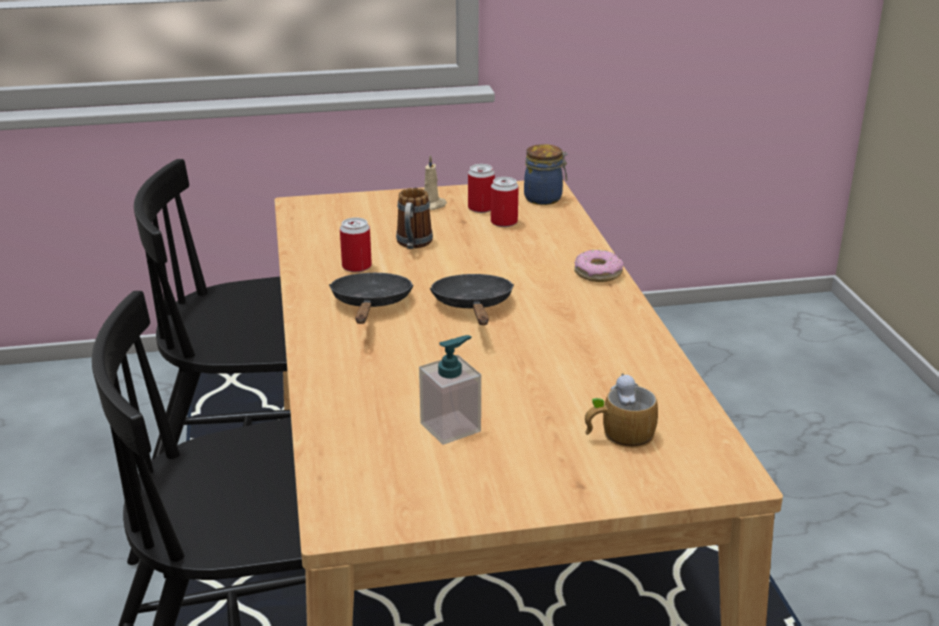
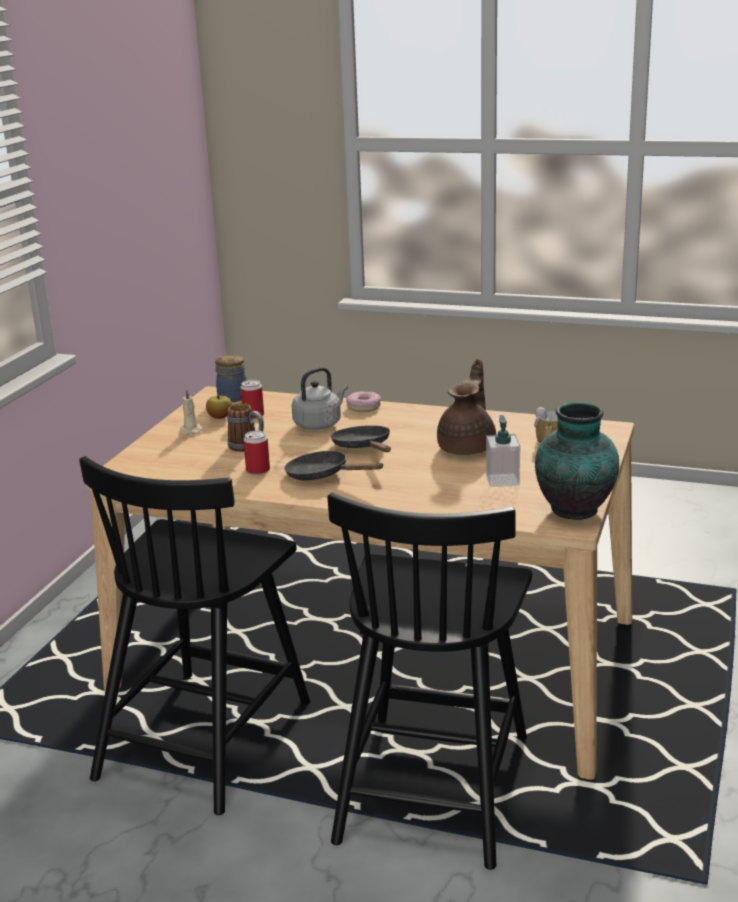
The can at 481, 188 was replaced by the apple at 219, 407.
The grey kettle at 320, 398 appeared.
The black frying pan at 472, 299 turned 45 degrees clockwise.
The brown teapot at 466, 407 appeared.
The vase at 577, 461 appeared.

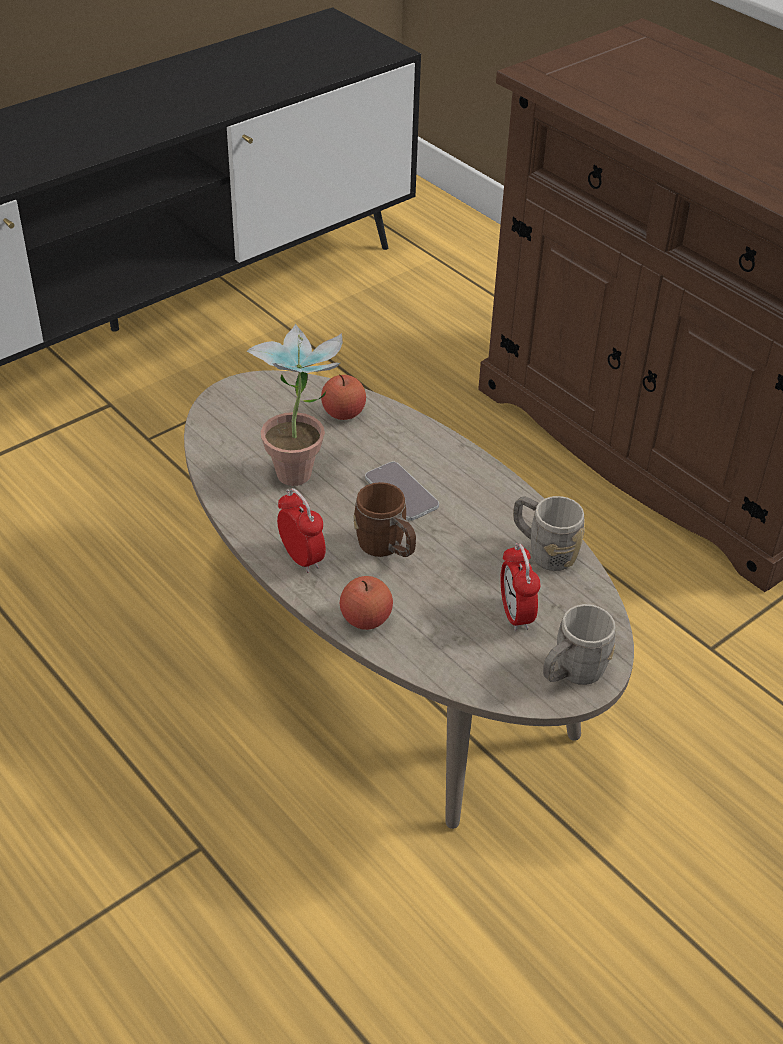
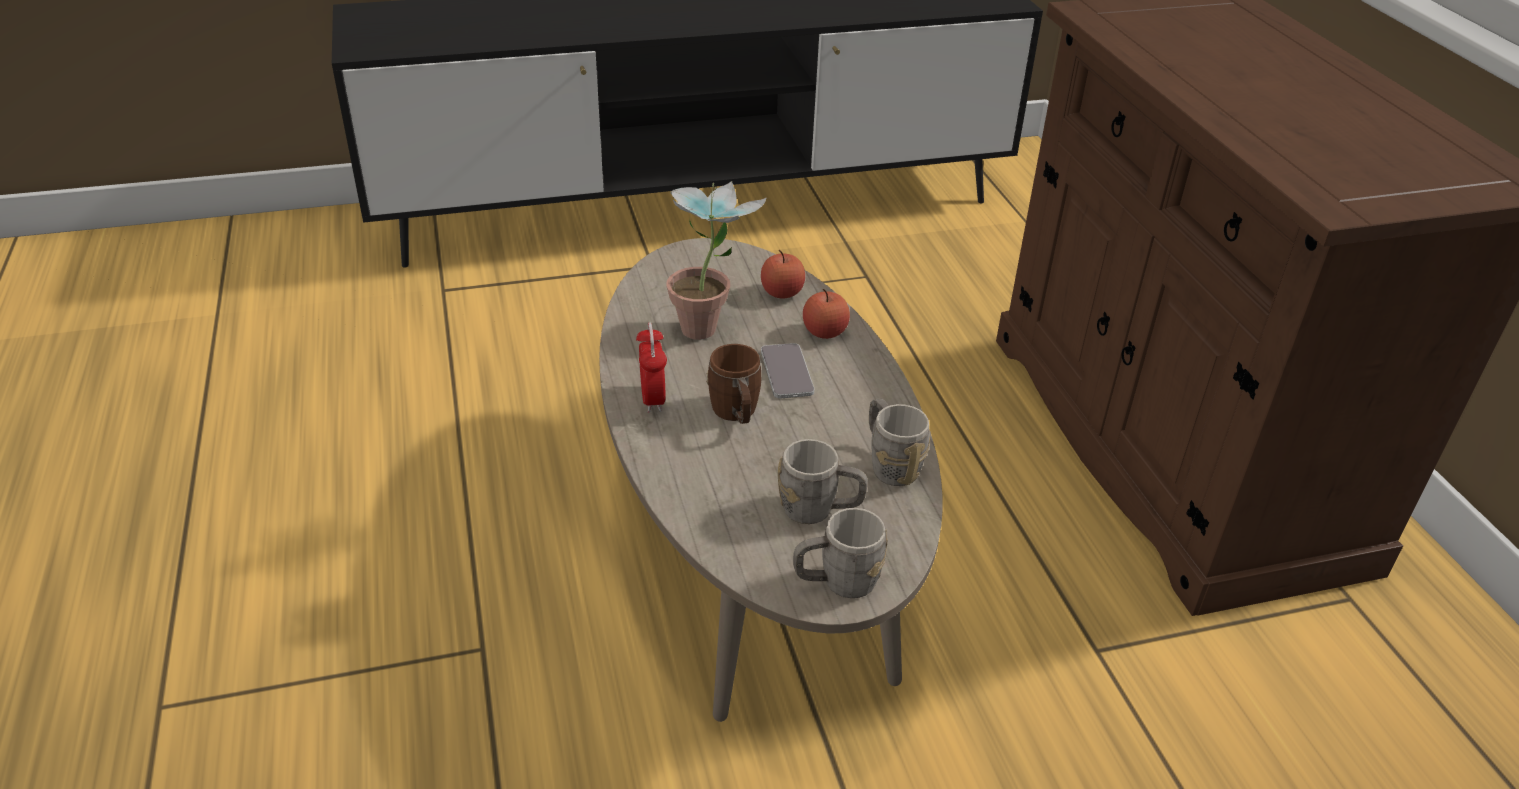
The alarm clock at 520, 587 was replaced by the grey mug at 823, 481.
The apple moved from 366, 603 to 826, 314.

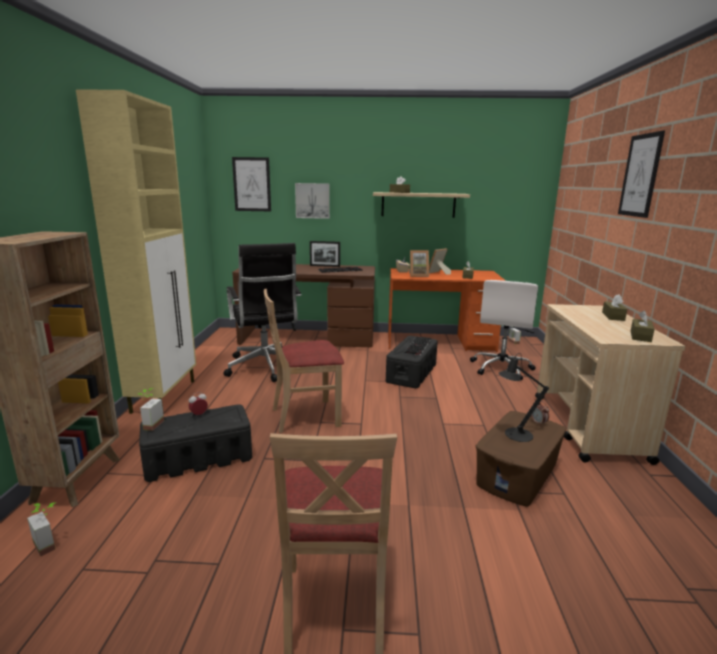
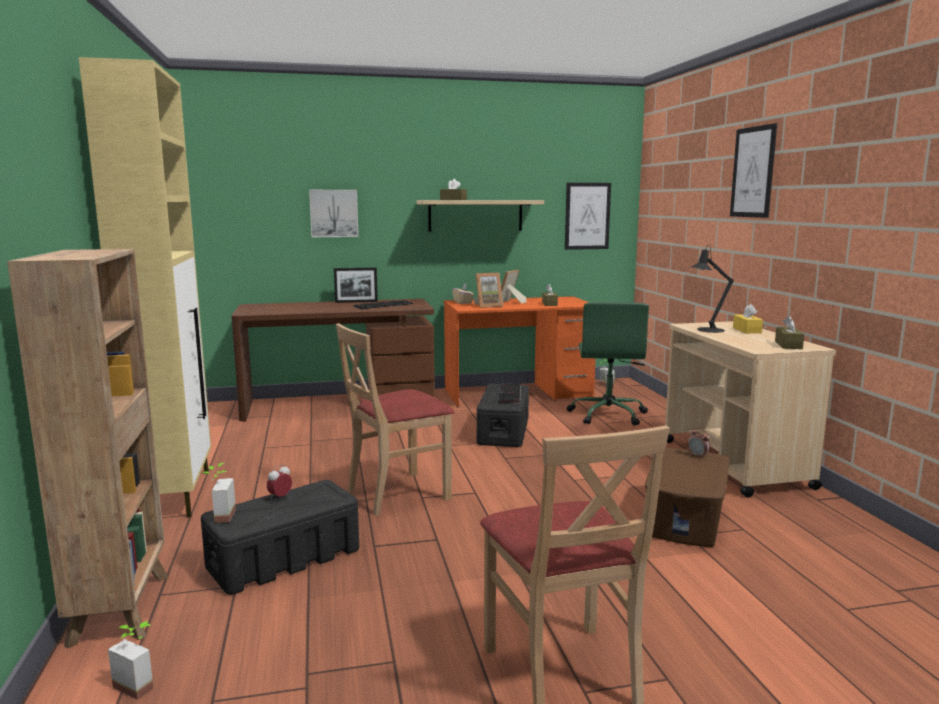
The picture moved from 251, 184 to 588, 216.
The white office chair at 504, 330 became the green office chair at 608, 364.
The black table lamp moved from 524, 397 to 713, 289.
The brown tissue box at 614, 307 became the yellow tissue box at 748, 318.
The black office chair at 262, 312 disappeared.

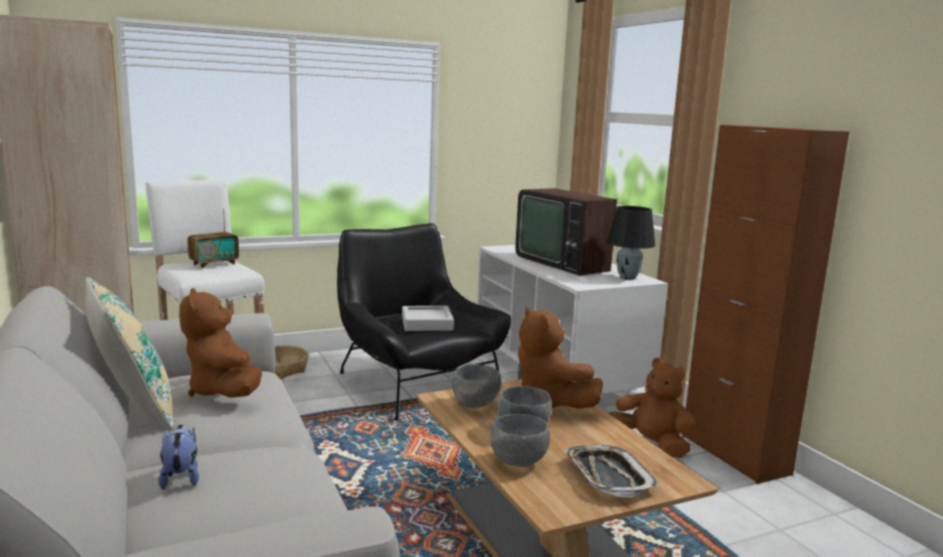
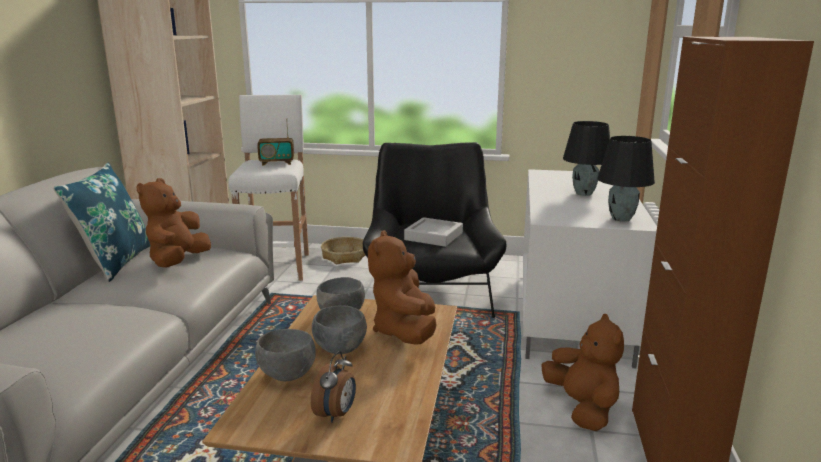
The beige pillow at 130, 354 became the blue pillow at 102, 222.
The tray at 611, 471 was replaced by the alarm clock at 333, 387.
The television at 566, 232 was replaced by the black table lamp at 586, 158.
The plush toy at 178, 457 disappeared.

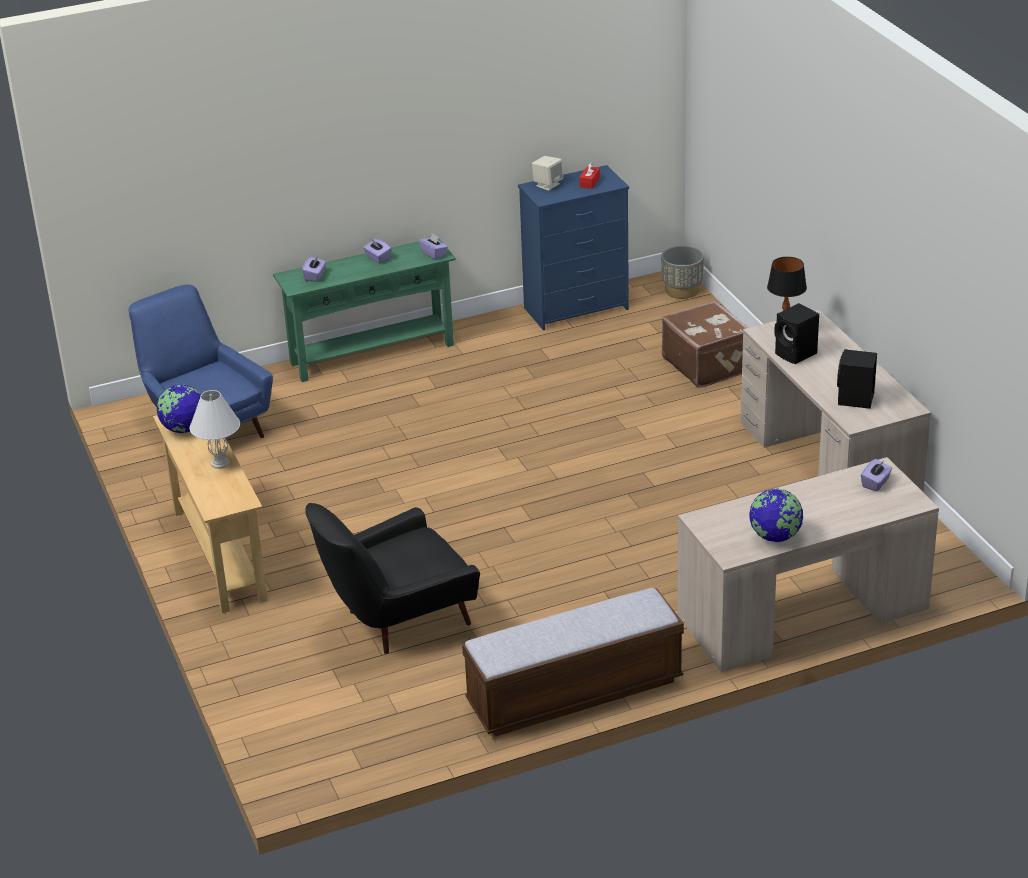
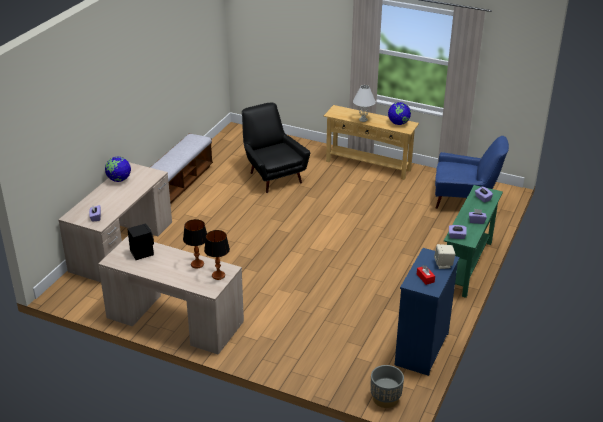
The black speaker at 796, 333 was replaced by the table lamp at 195, 244.
The black armchair at 392, 578 turned 45 degrees counterclockwise.
The brown suitcase at 705, 344 disappeared.

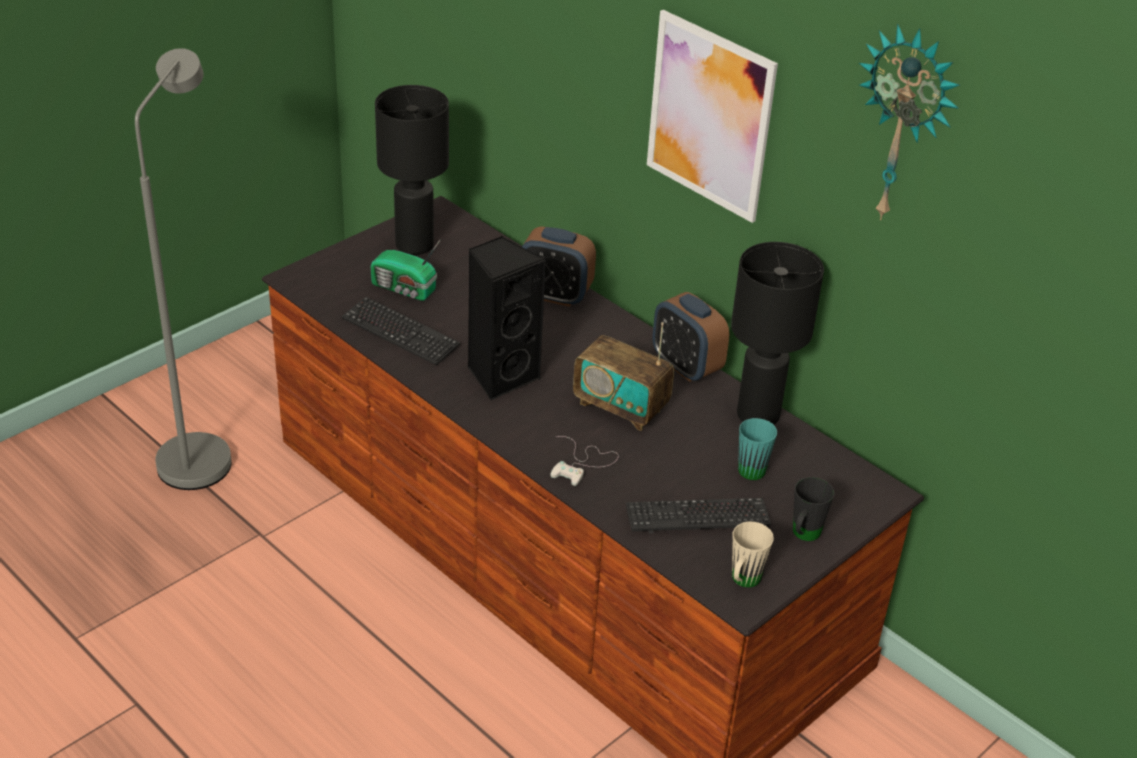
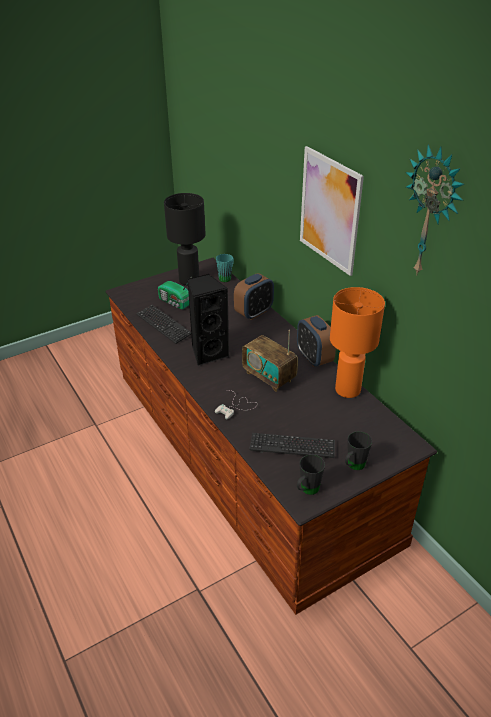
The turquoise mug moved from 757, 449 to 225, 268.
The alarm clock at 559, 266 turned 75 degrees counterclockwise.
The beige mug at 753, 555 became the black mug at 311, 474.
The black table lamp at 777, 333 became the orange table lamp at 357, 342.
The grey floor lamp at 183, 269 disappeared.

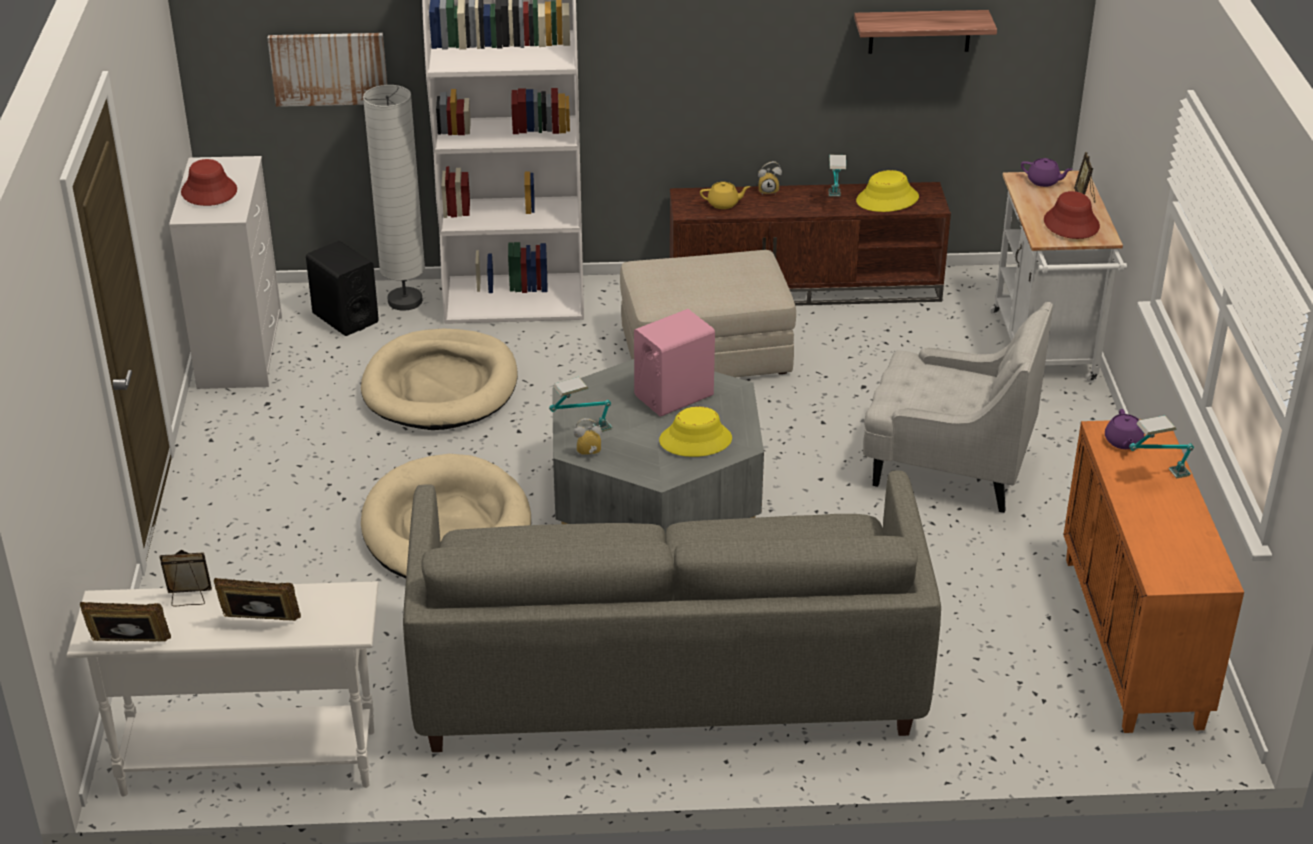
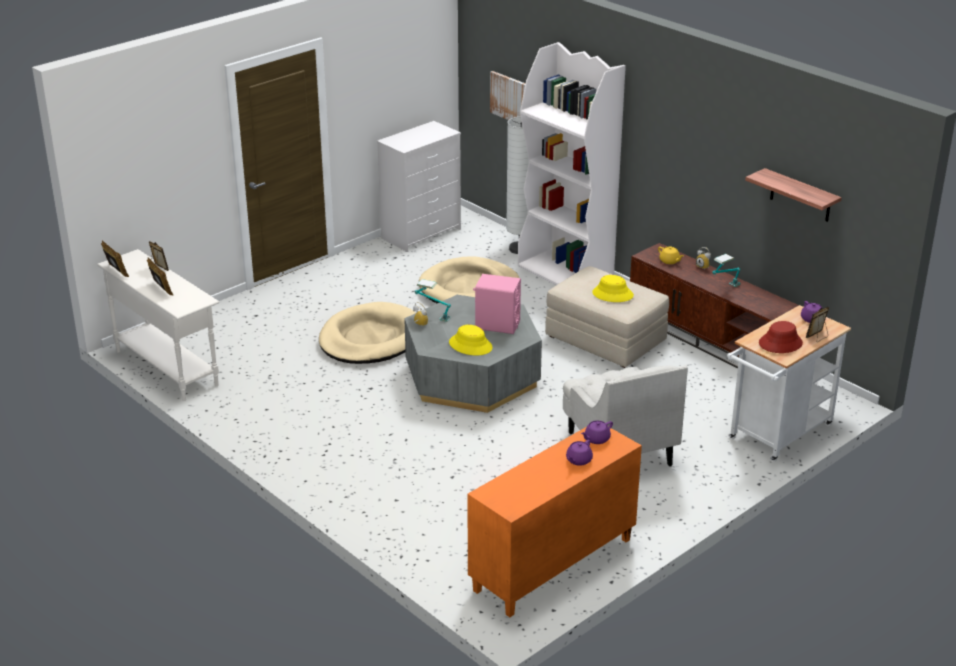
The table lamp at 1161, 446 was replaced by the purple teapot at 579, 453.
The yellow hat moved from 887, 191 to 613, 288.
The red hat at 209, 182 disappeared.
The black speaker at 342, 288 disappeared.
The grey sofa at 672, 611 disappeared.

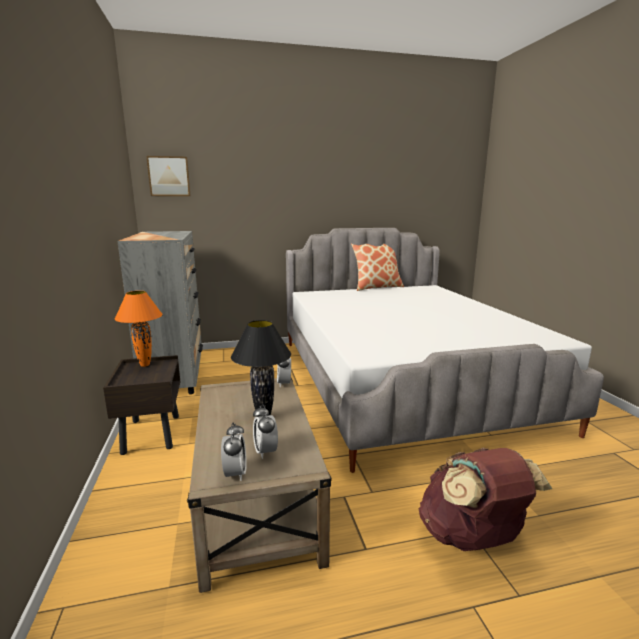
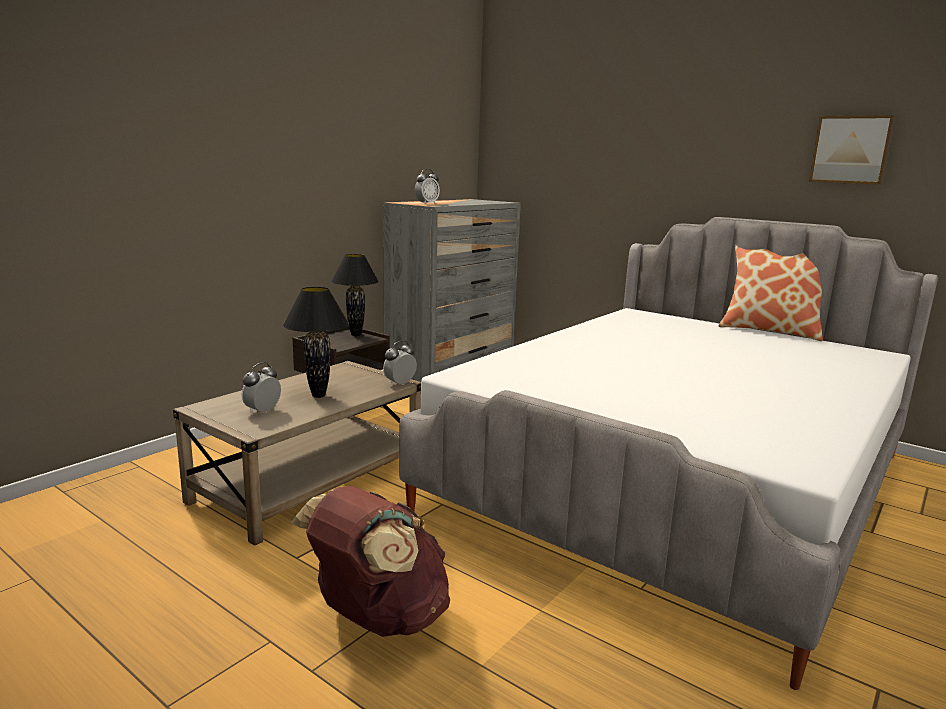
The orange table lamp at 139, 329 became the black table lamp at 355, 295.
The alarm clock moved from 234, 452 to 427, 186.
The picture moved from 168, 176 to 852, 150.

